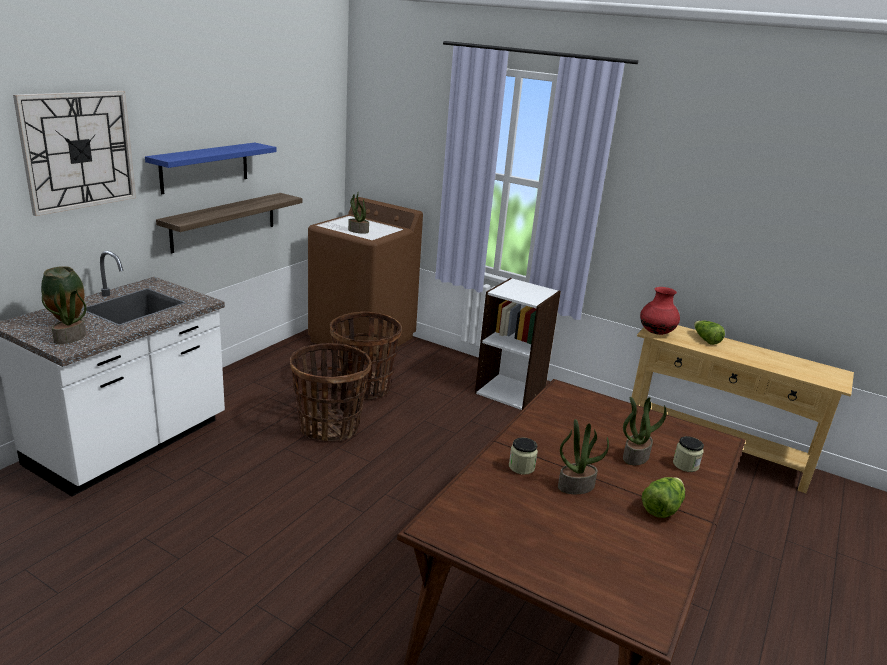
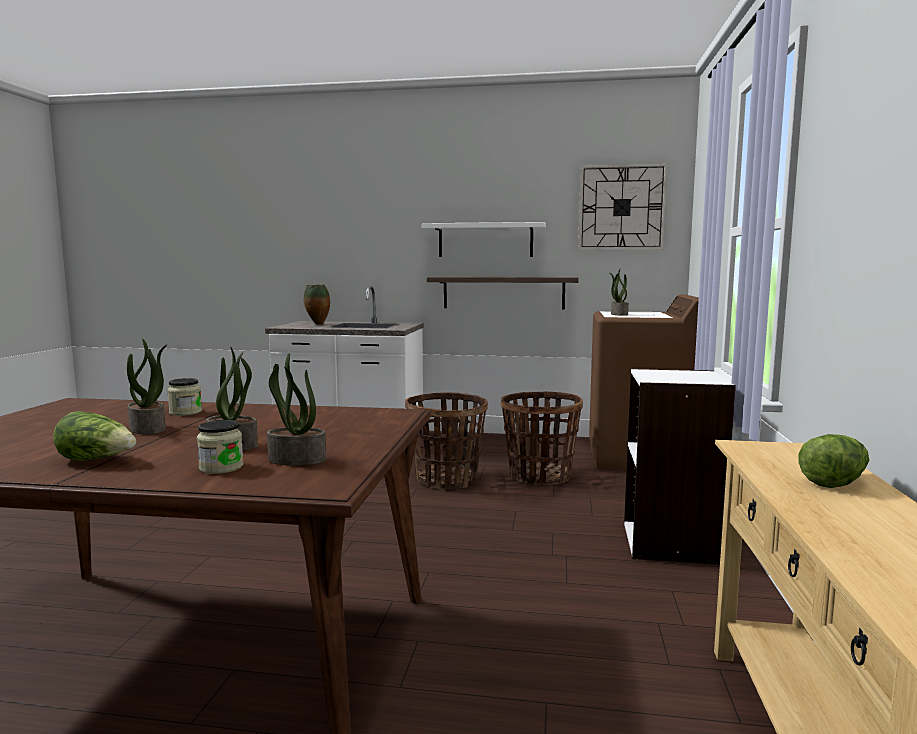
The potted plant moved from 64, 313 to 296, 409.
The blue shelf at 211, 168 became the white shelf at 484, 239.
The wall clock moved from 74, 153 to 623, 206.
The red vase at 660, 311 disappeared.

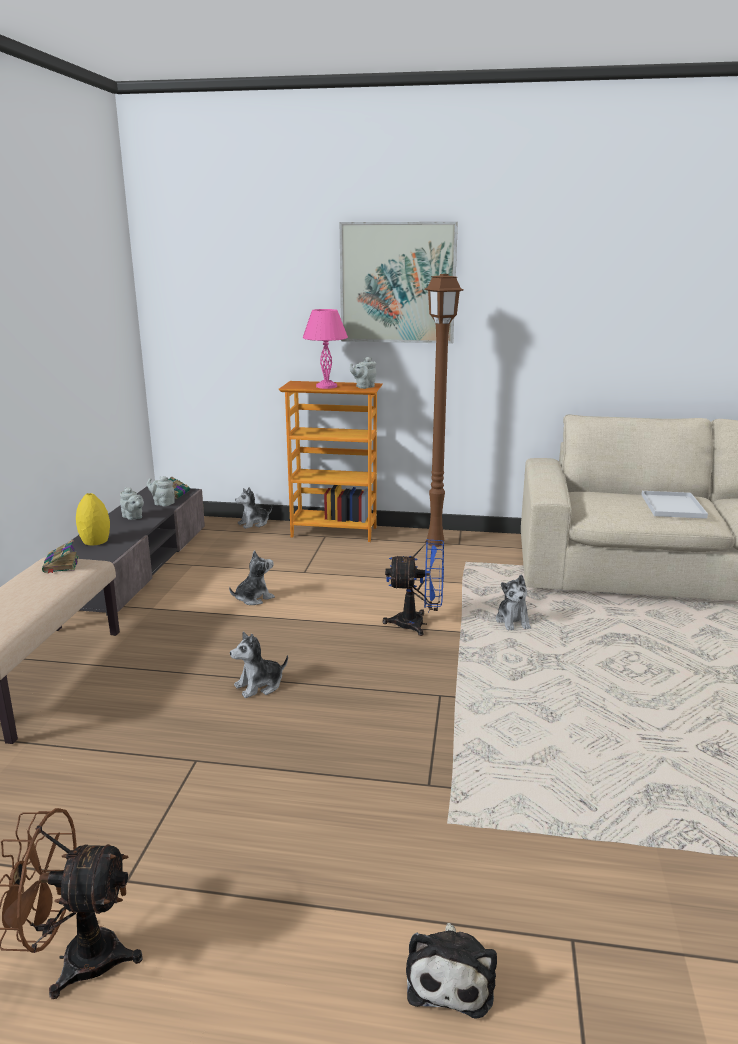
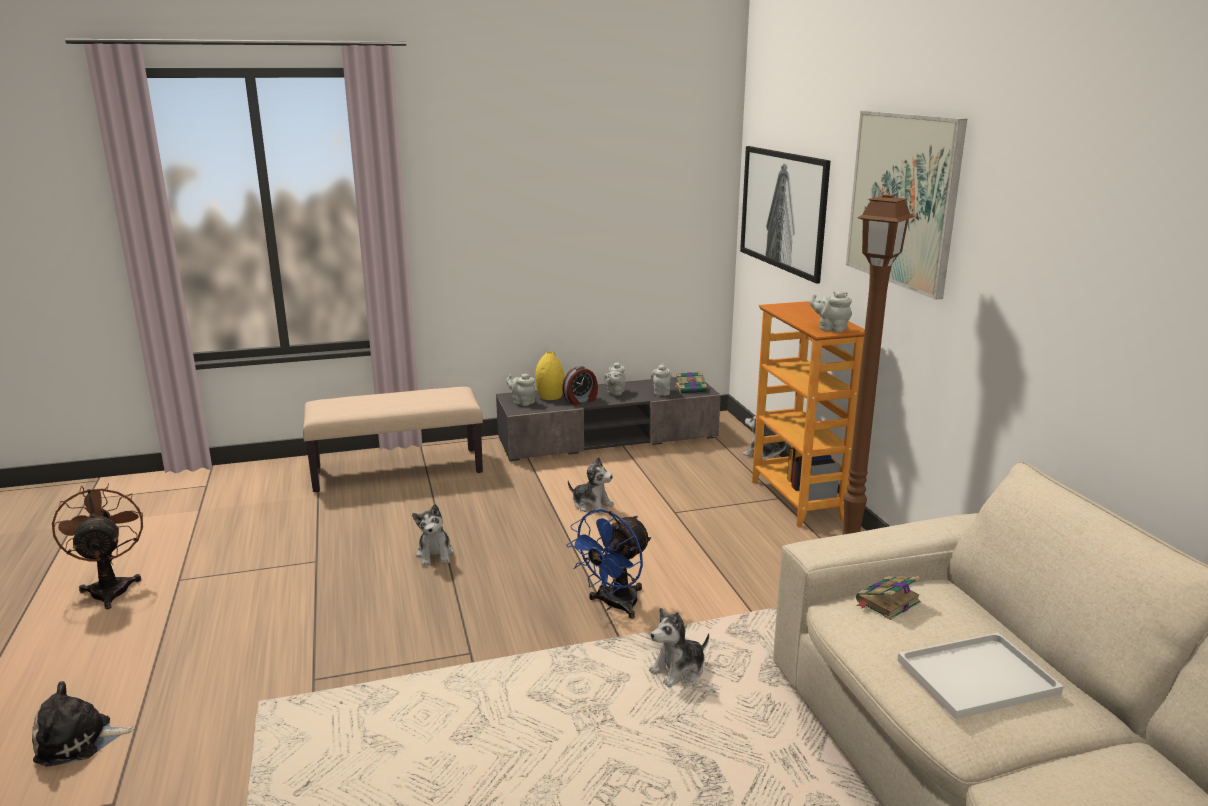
The plush toy at 259, 665 turned 135 degrees counterclockwise.
The grey teapot at 521, 389 appeared.
The alarm clock at 580, 385 appeared.
The blue fan at 413, 587 turned 60 degrees clockwise.
The picture at 785, 215 appeared.
The book moved from 60, 556 to 888, 598.
The pink table lamp at 325, 349 disappeared.

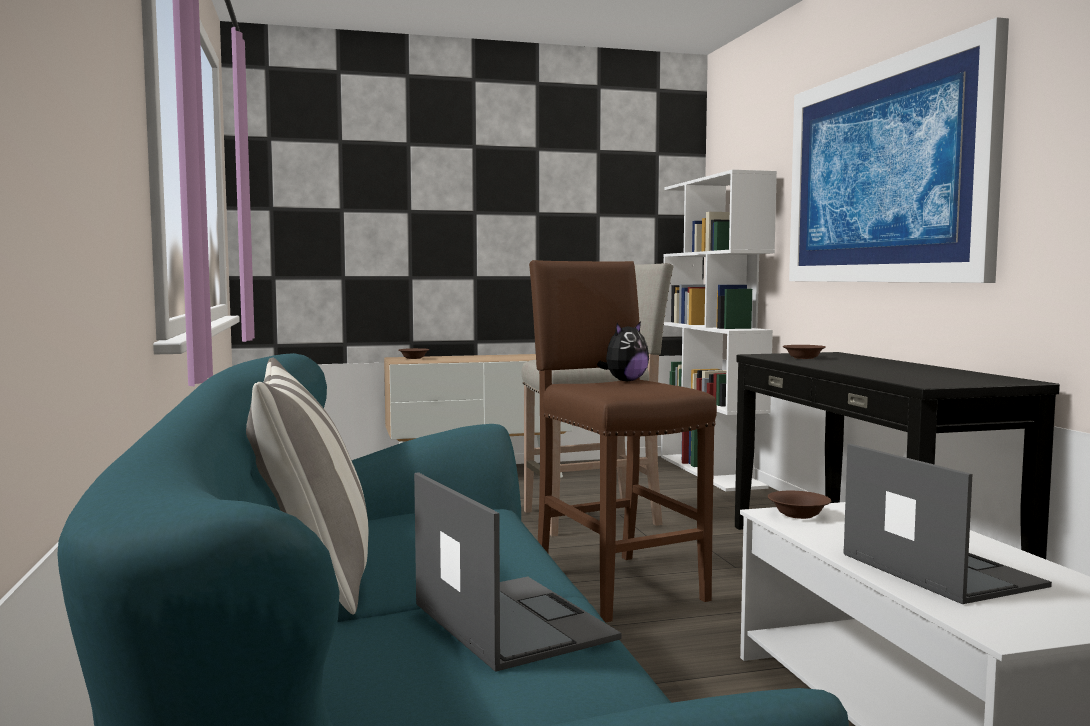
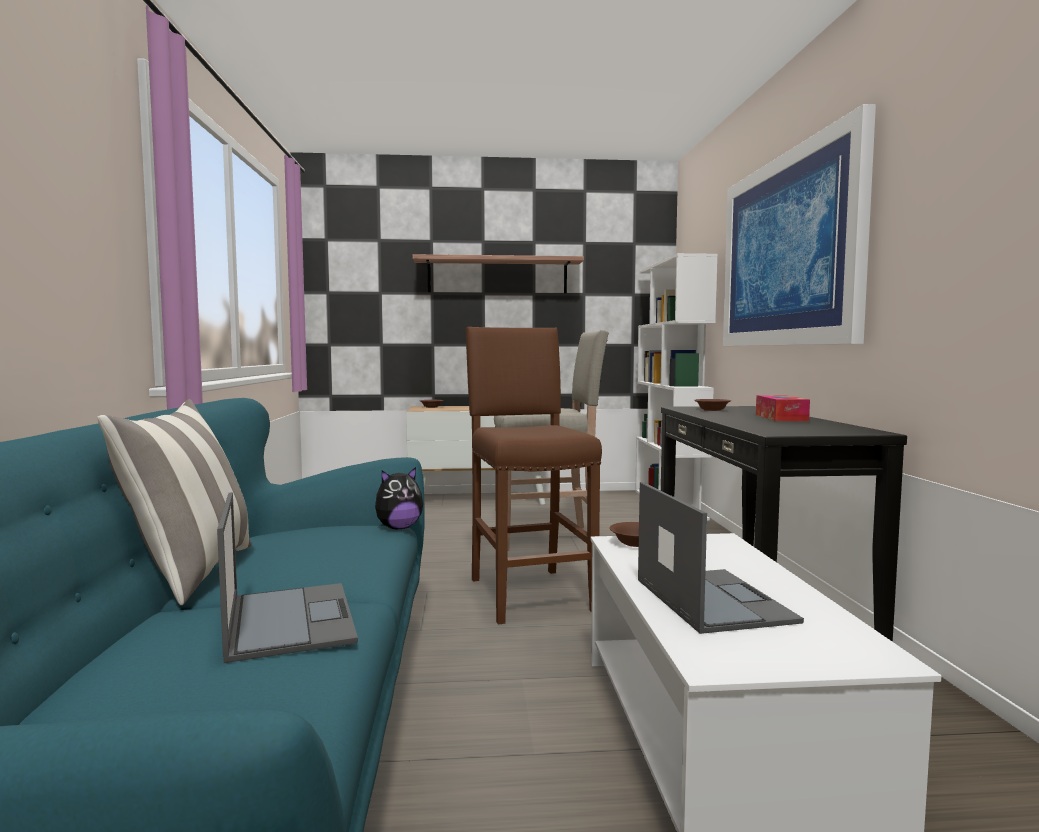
The plush toy moved from 623, 352 to 399, 498.
The shelf at 498, 273 appeared.
The tissue box at 783, 408 appeared.

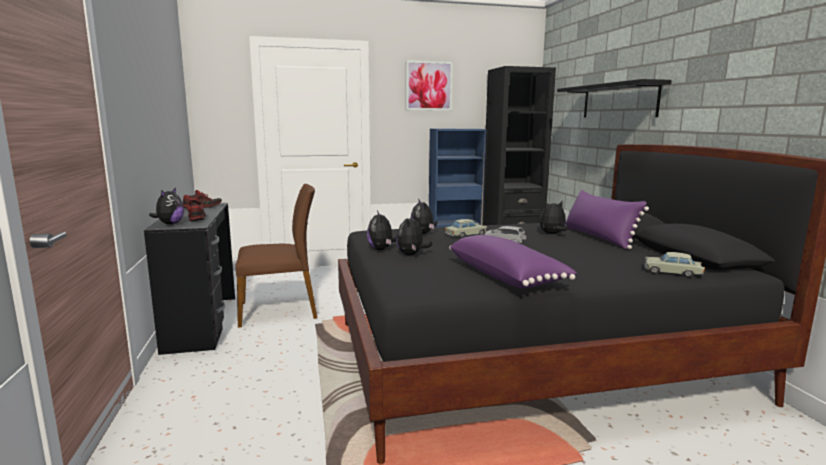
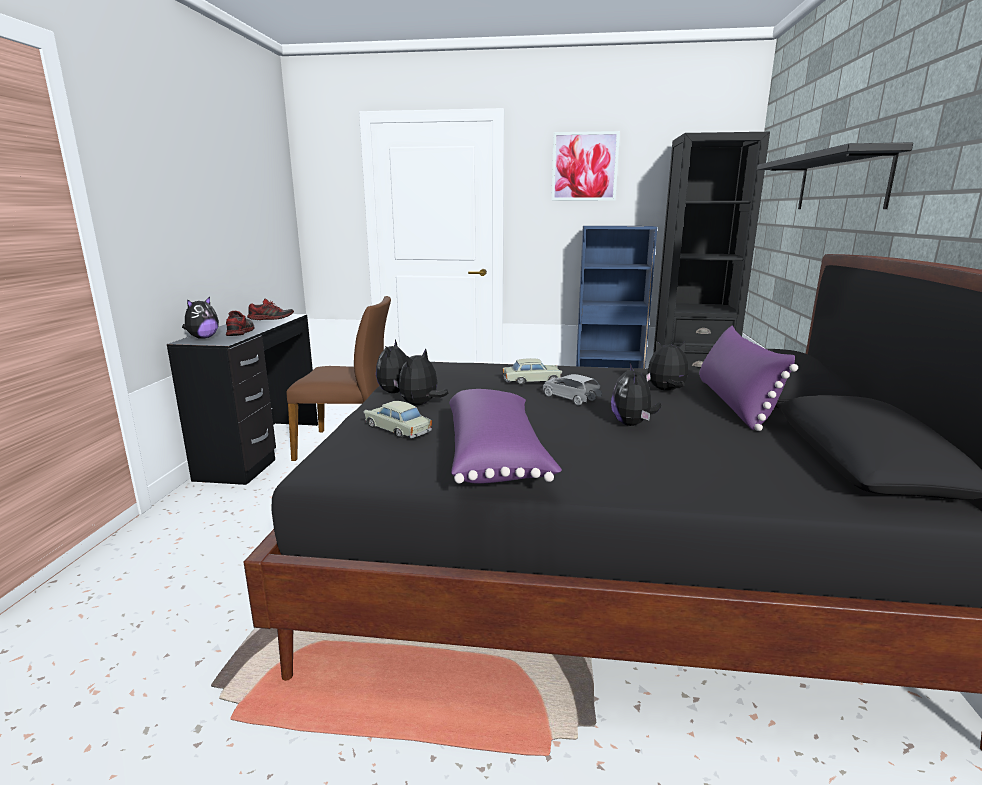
The beige toy car moved from 674, 264 to 398, 419.
The plush toy moved from 424, 216 to 636, 394.

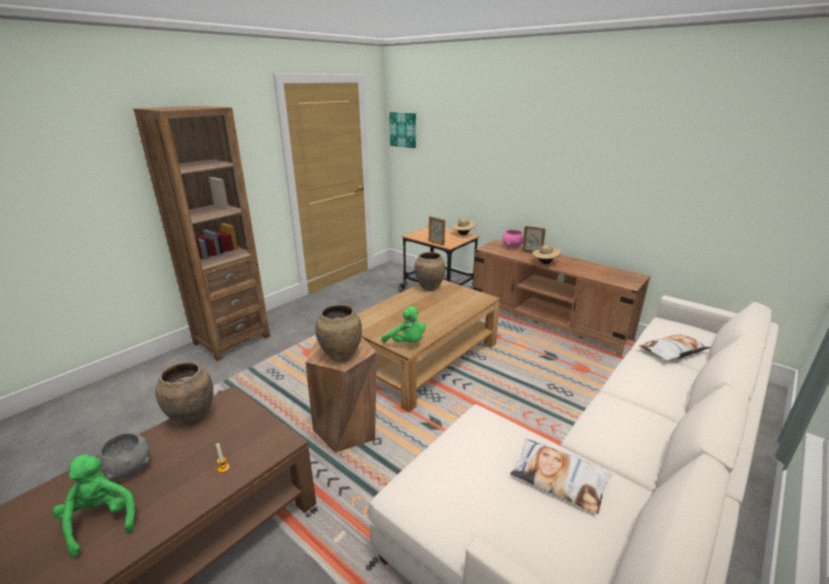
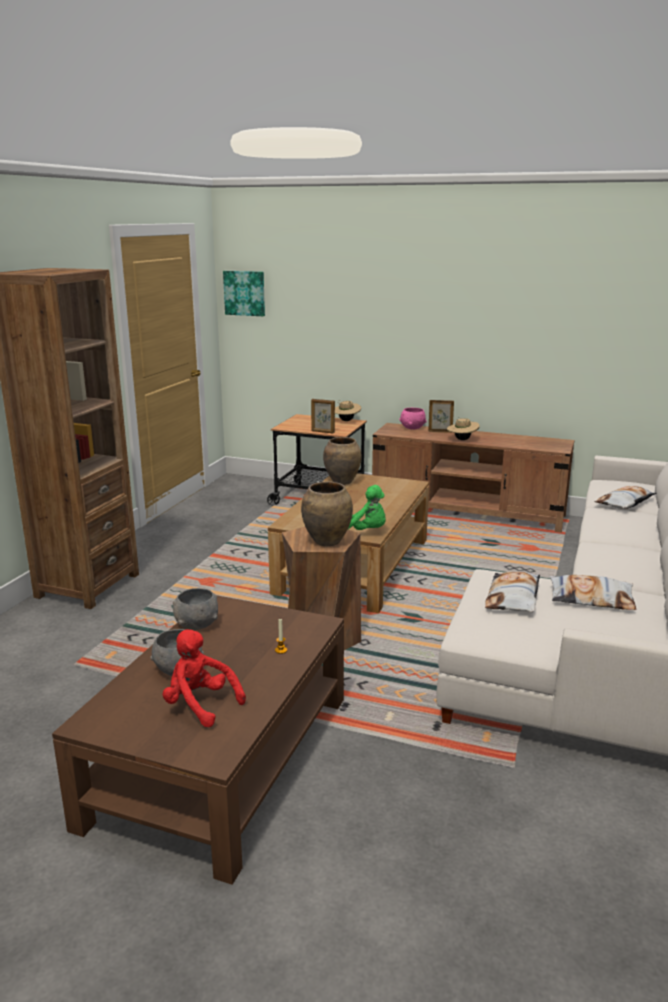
The green plush toy at 93, 505 became the red plush toy at 204, 678.
The brown vase at 184, 394 was replaced by the grey bowl at 195, 609.
The pillow at 512, 591 appeared.

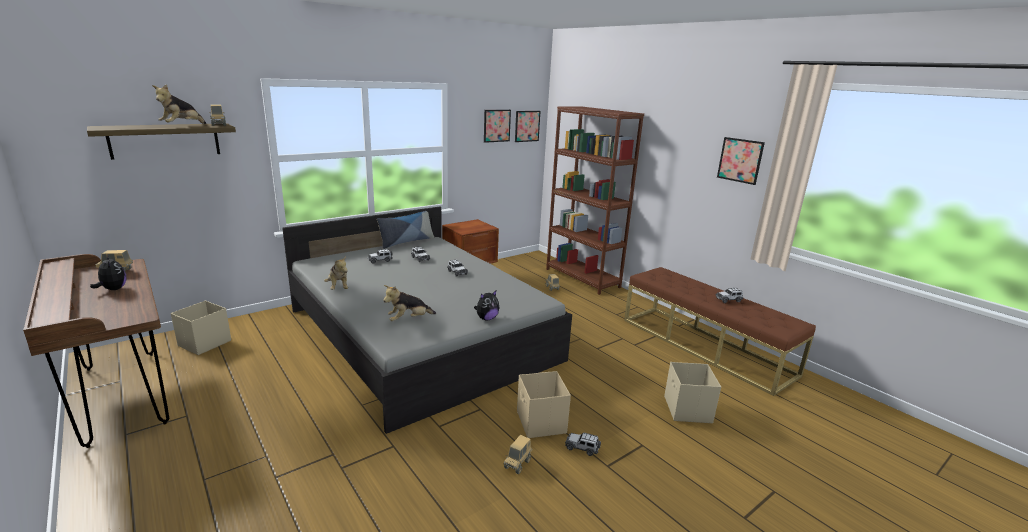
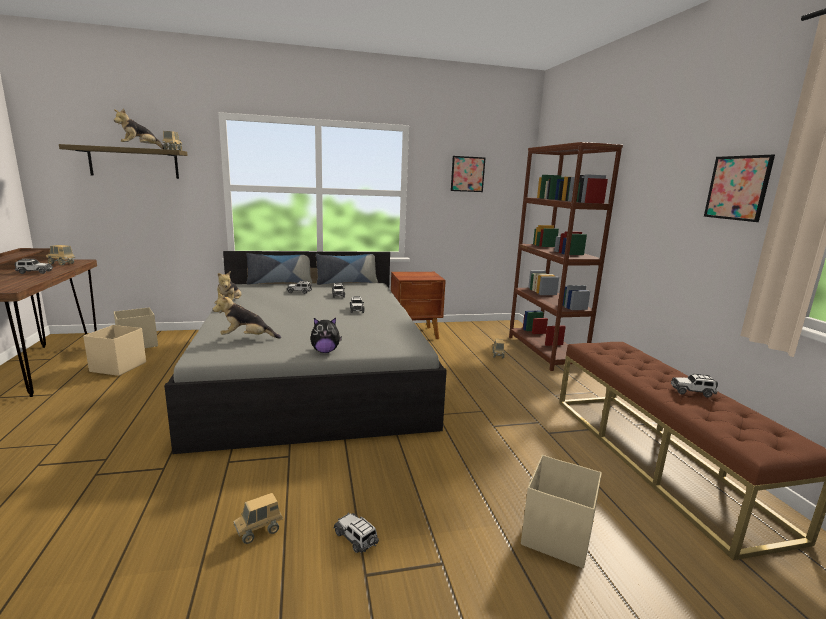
The plush toy at 108, 273 was replaced by the toy car at 34, 266.
The beige storage box moved from 544, 404 to 114, 350.
The pillow at 279, 269 appeared.
The picture at 527, 126 disappeared.

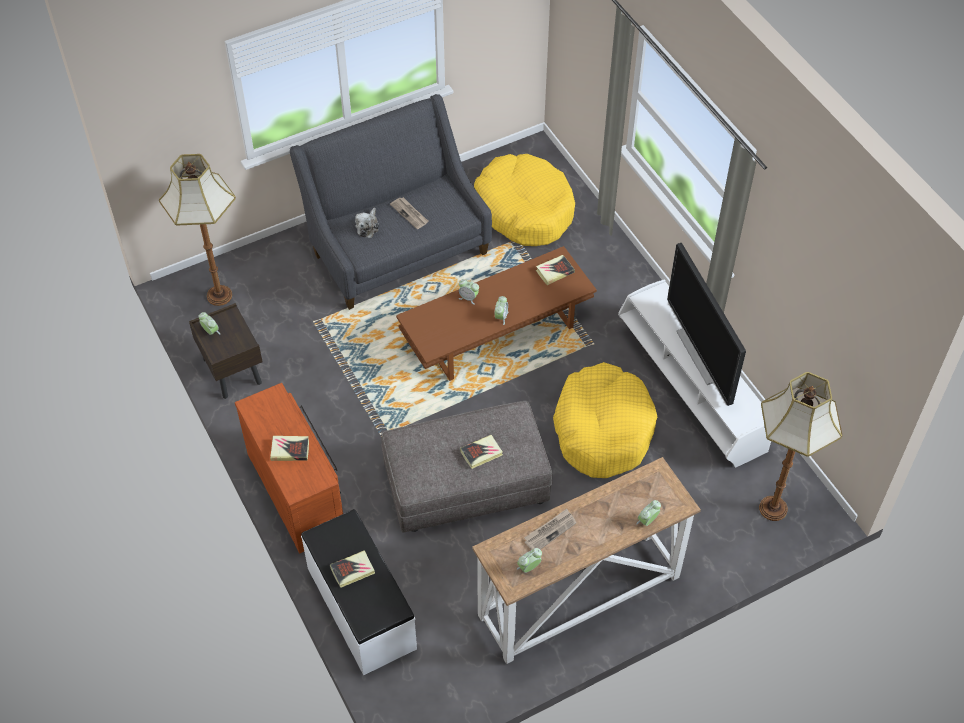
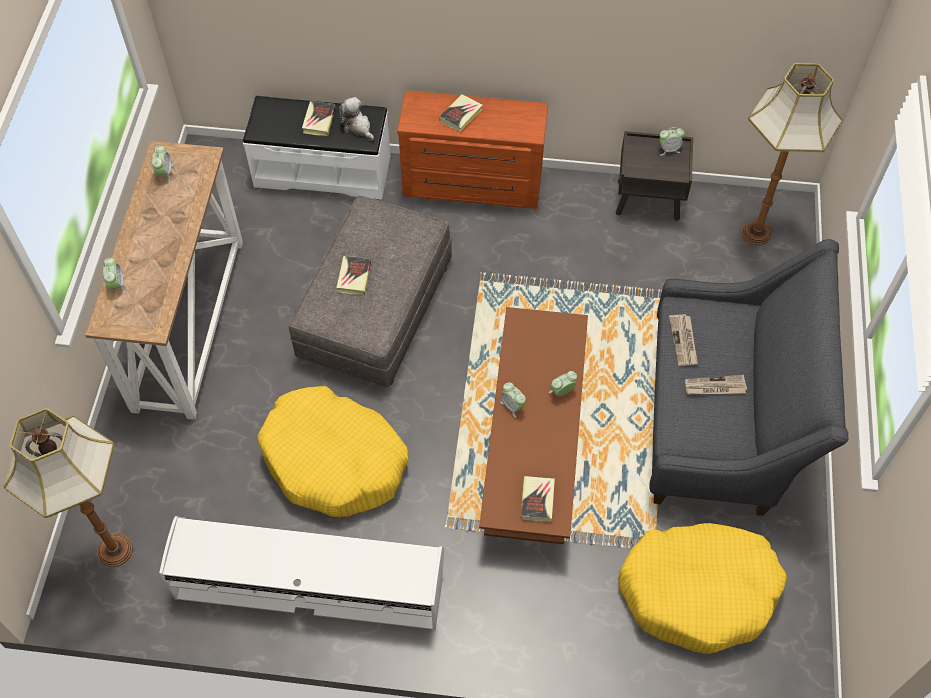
The plush toy moved from 367, 222 to 356, 119.
The newspaper moved from 550, 529 to 683, 340.
The television at 706, 324 disappeared.

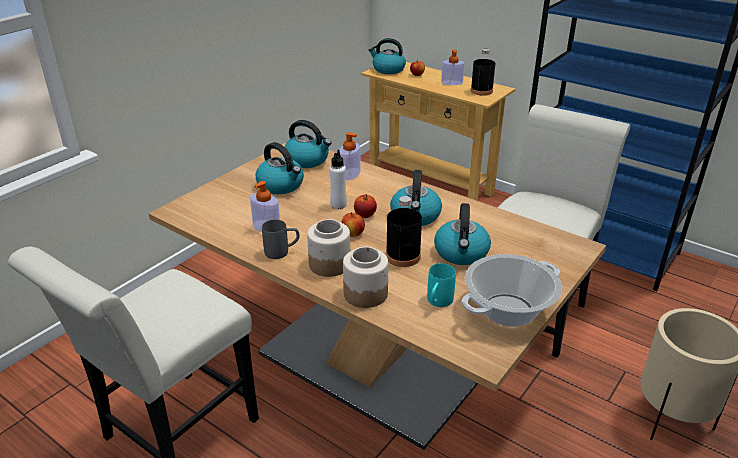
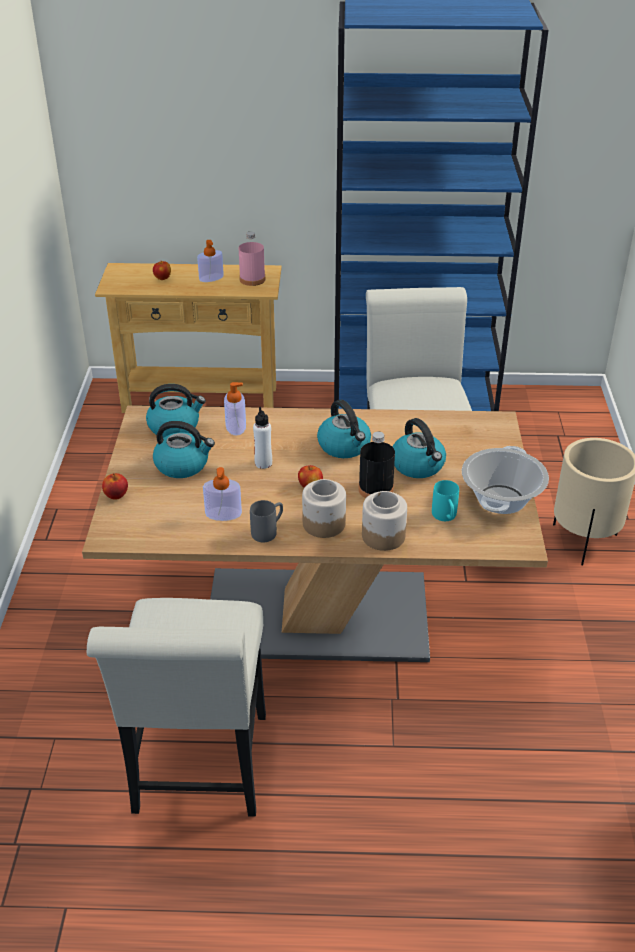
The apple moved from 365, 206 to 115, 486.
The black bottle at 483, 72 became the pink bottle at 252, 259.
The kettle at 387, 56 disappeared.

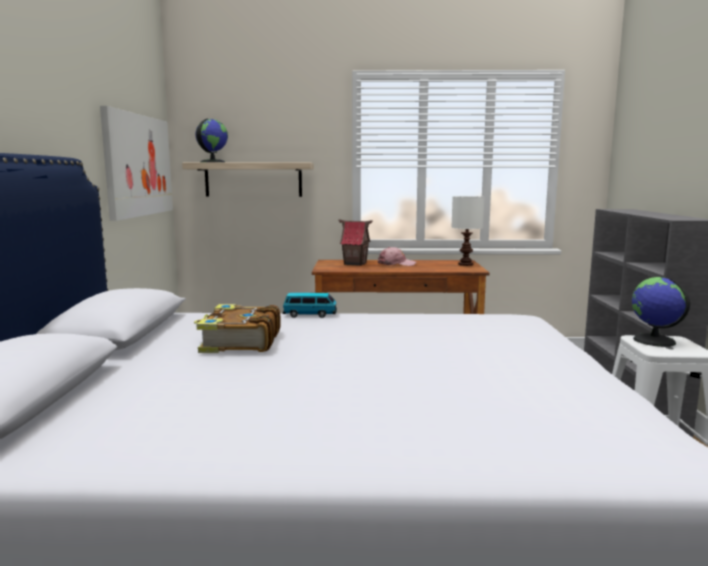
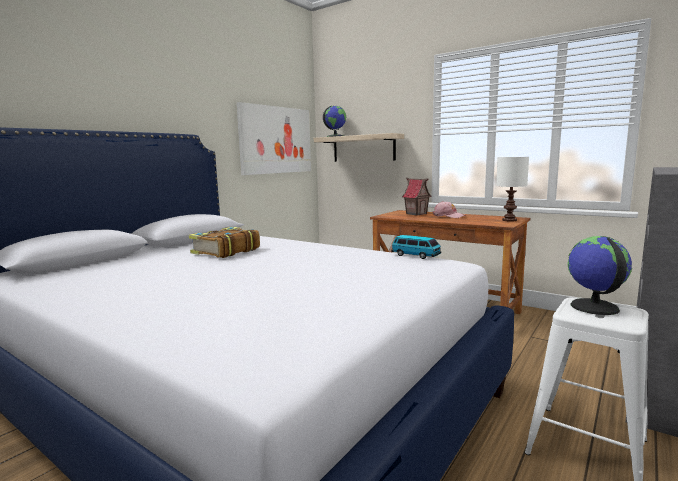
The toy car moved from 310, 305 to 416, 247.

